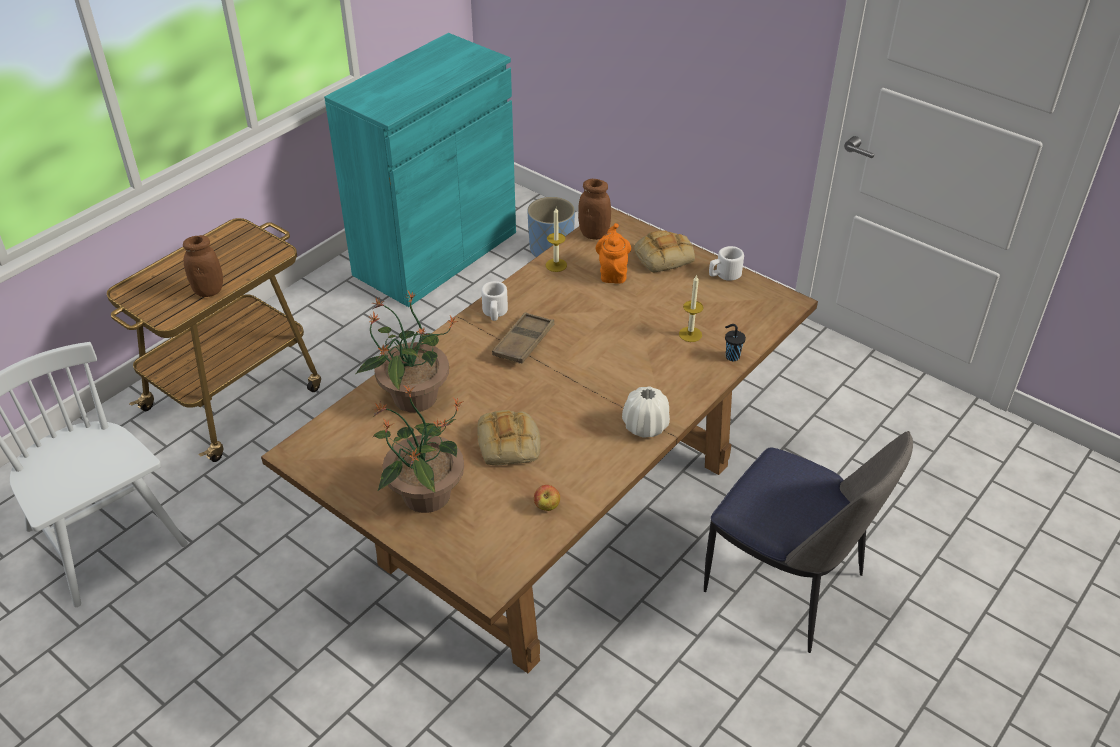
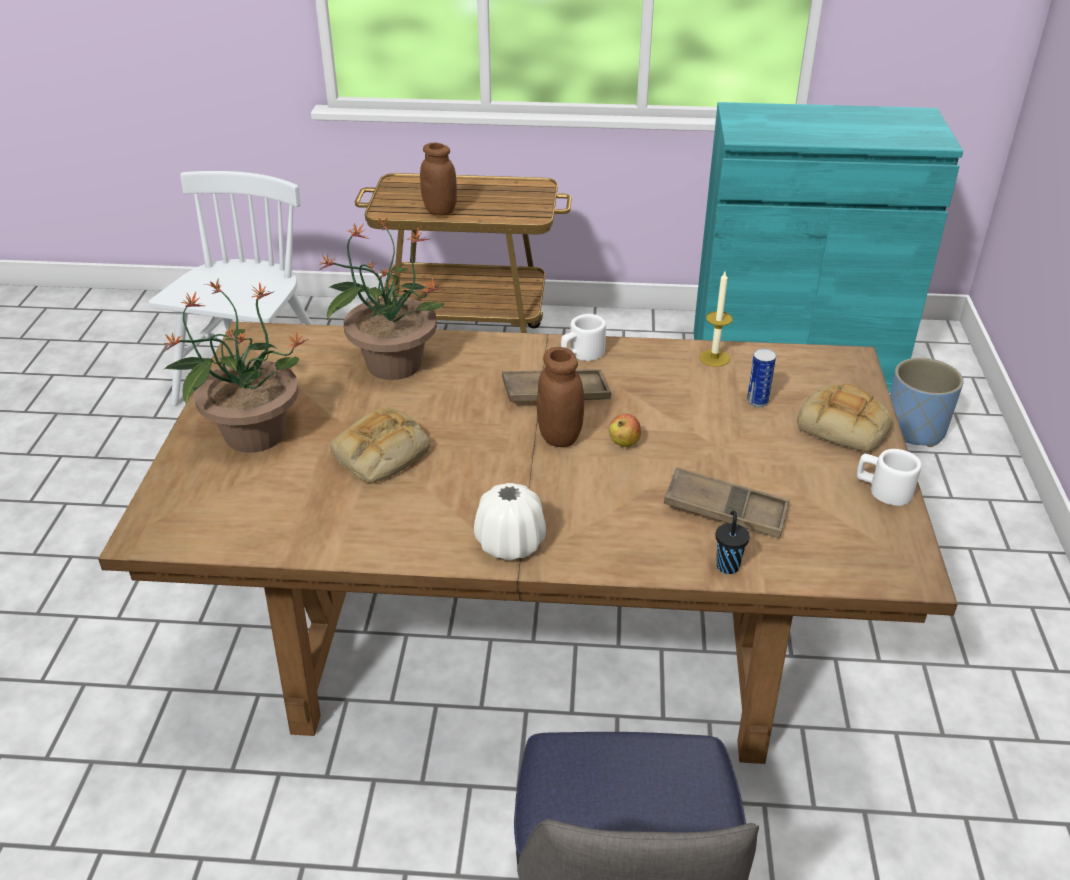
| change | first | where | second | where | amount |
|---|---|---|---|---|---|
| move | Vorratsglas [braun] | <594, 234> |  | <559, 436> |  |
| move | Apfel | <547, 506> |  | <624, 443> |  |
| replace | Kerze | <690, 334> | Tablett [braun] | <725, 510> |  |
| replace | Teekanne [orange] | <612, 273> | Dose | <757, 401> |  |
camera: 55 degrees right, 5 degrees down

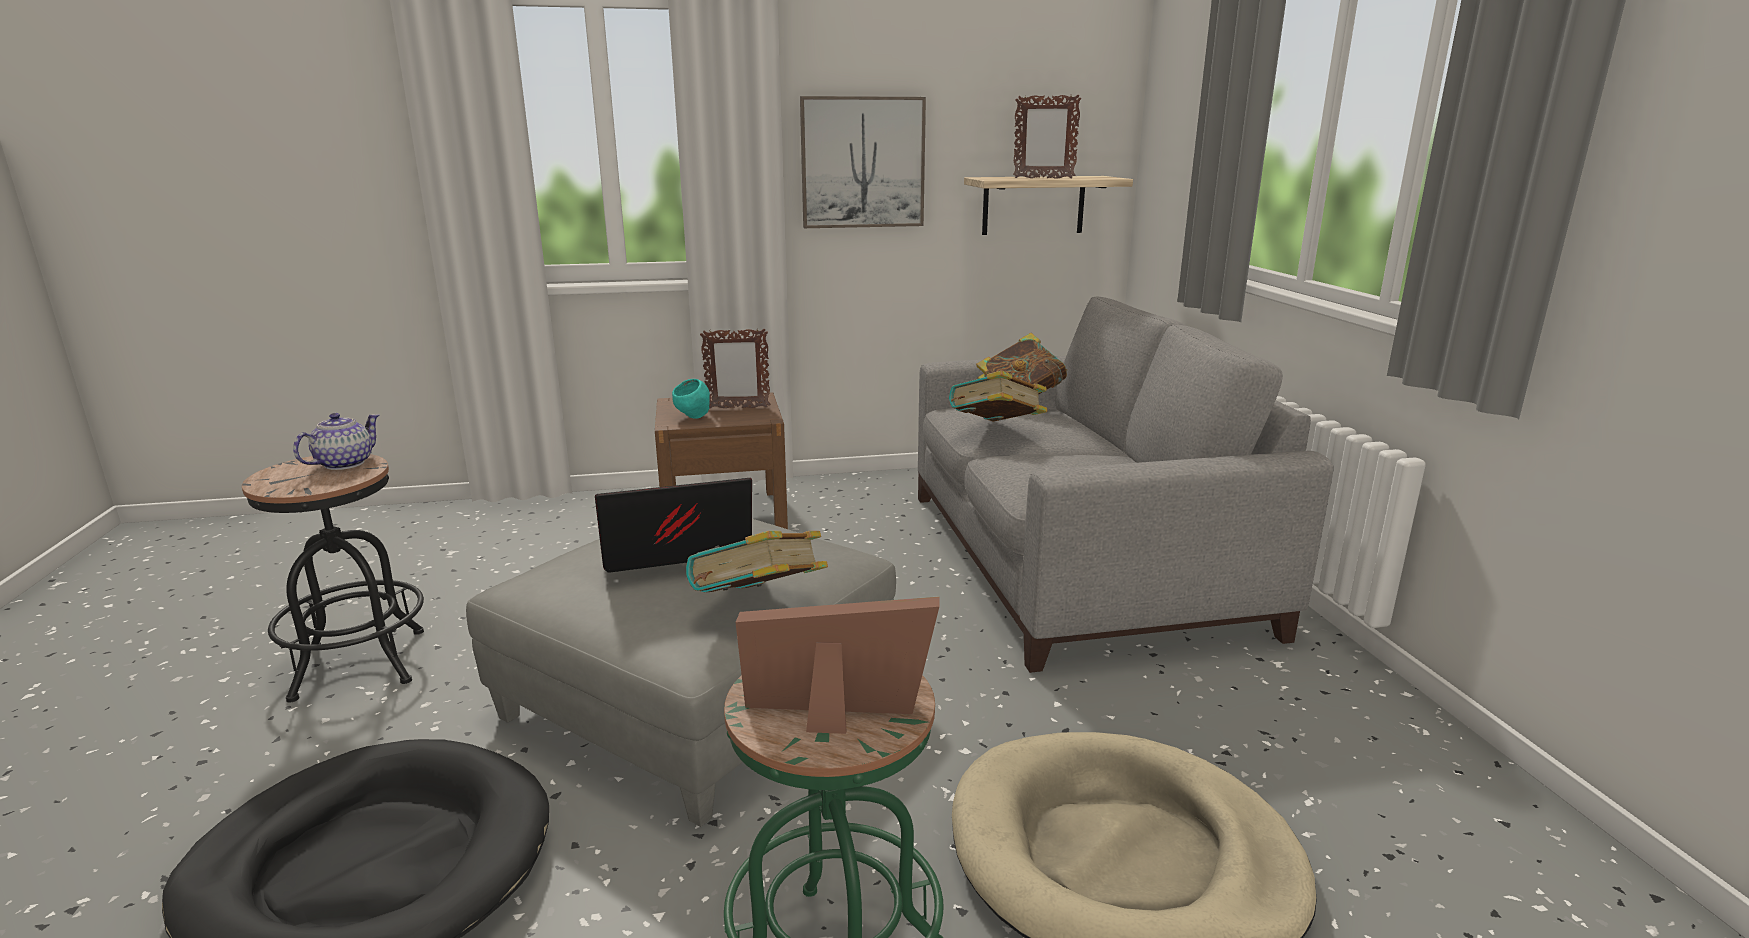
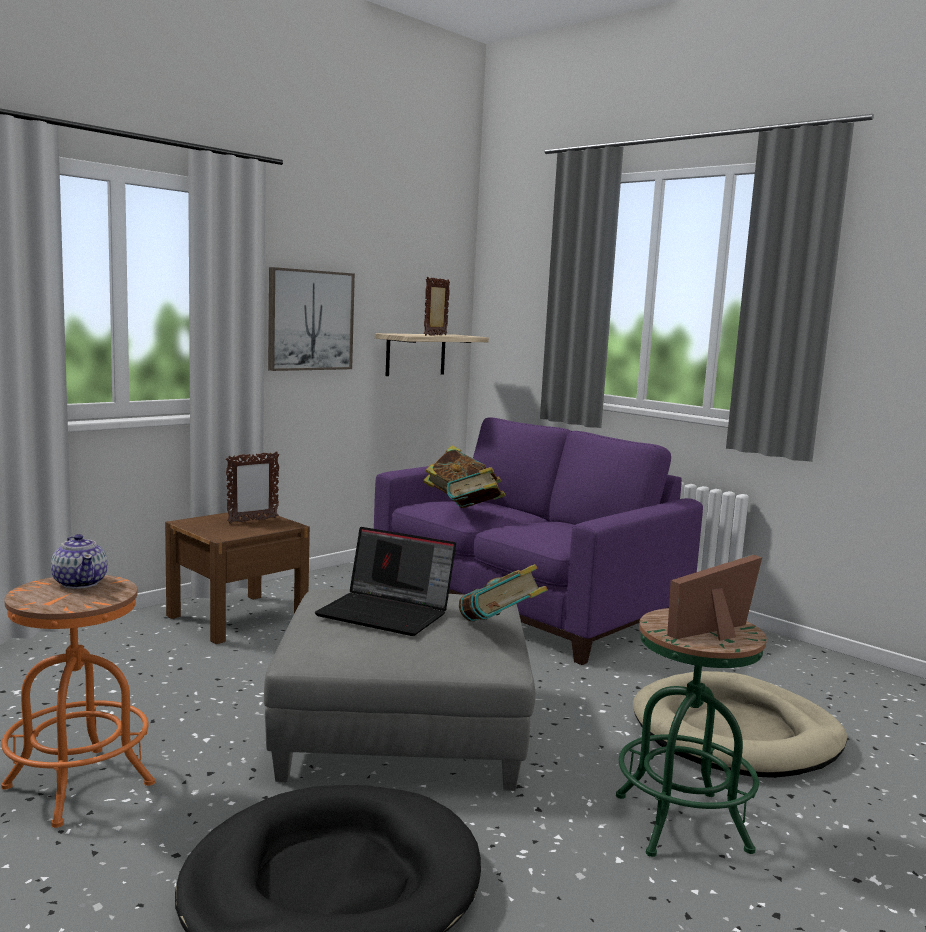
| change | first | where | second | where | amount |
|---|---|---|---|---|---|
| recolor | Hocker [schwarz] | <360, 664> | Hocker [orange] | <79, 786> |  |
| rotate | Teekanne | <343, 464> |  | <80, 583> | 150 degrees clockwise |
| rotate | Laptop | <674, 553> |  | <387, 613> | 105 degrees counterclockwise |
| recolor | Sofa [grau] | <1074, 559> | Sofa [lila] | <524, 601> |  |
| rotate | Bilderrahmen | <1043, 178> |  | <436, 335> | 150 degrees clockwise |
| delete | Schüssel [türkis] | <693, 417> |  |  |  |
camera: 35 degrees left, 10 degrees down

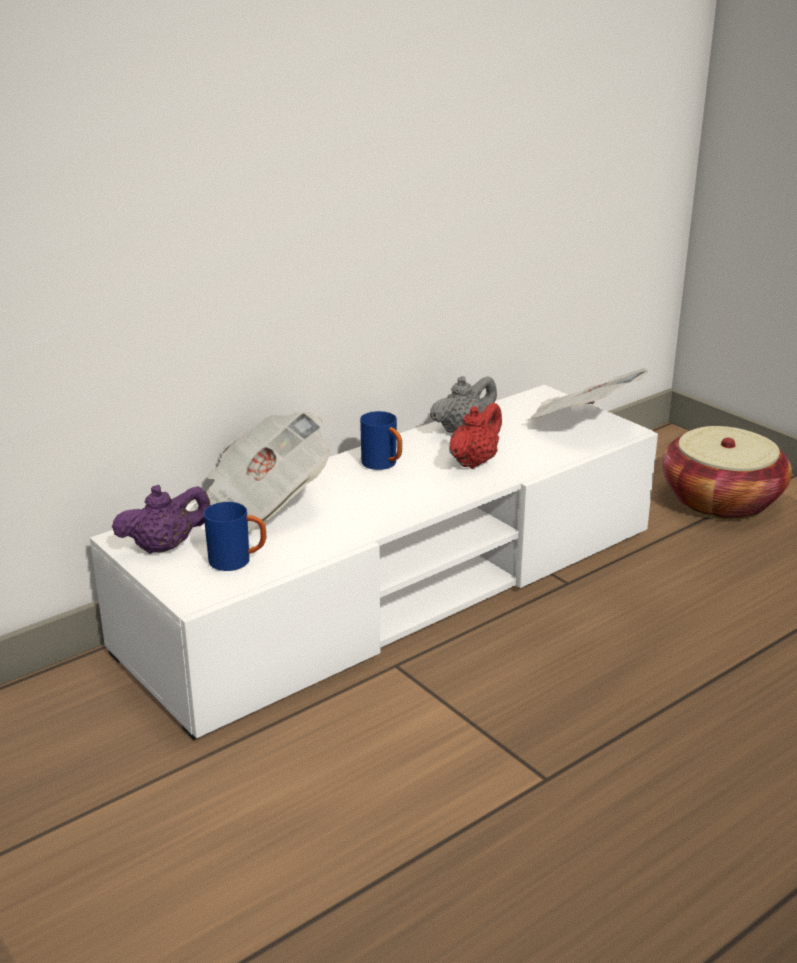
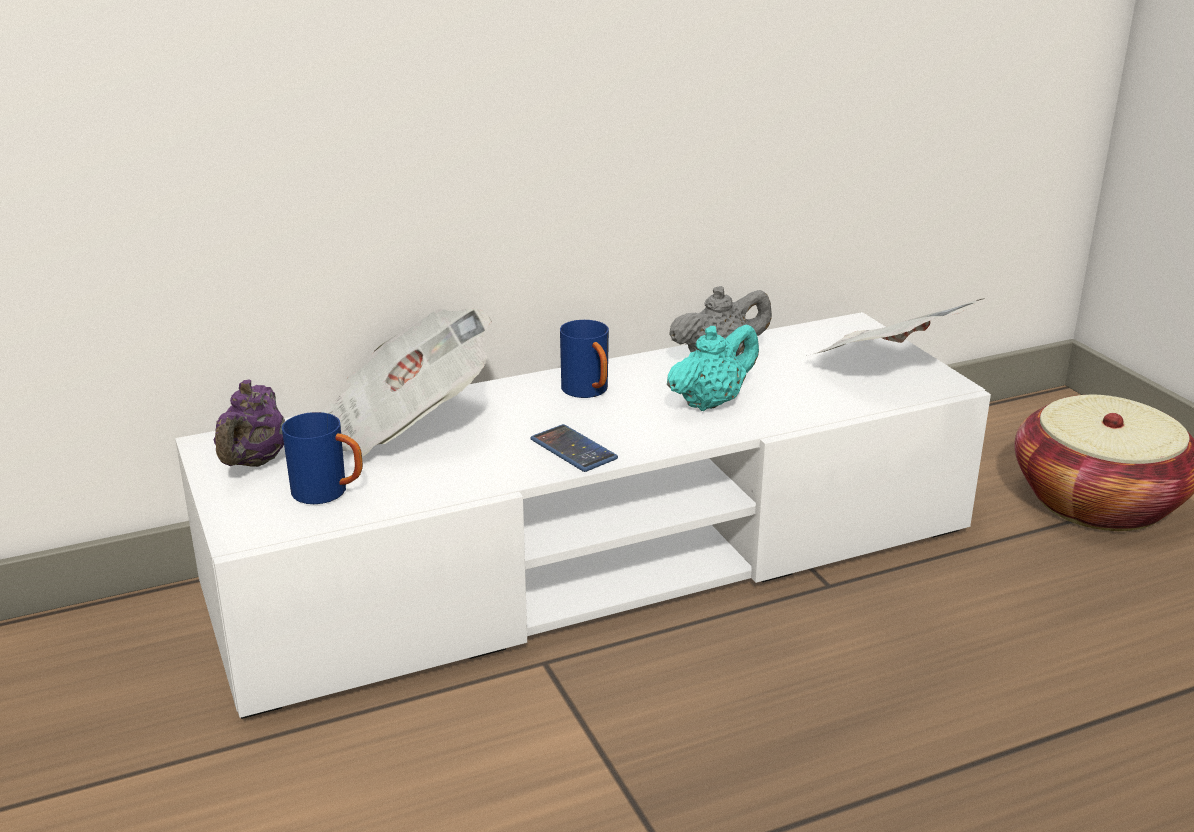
| change | first | where | second | where | amount |
|---|---|---|---|---|---|
| rotate | Teekanne [lila] | <165, 547> |  | <253, 462> | 105 degrees clockwise |
| insert |  |  | Handy | <573, 449> |  |
| recolor | Teekanne [rot] | <474, 462> | Teekanne [türkis] | <710, 402> |  |
camera: 15 degrees right, 0 degrees up

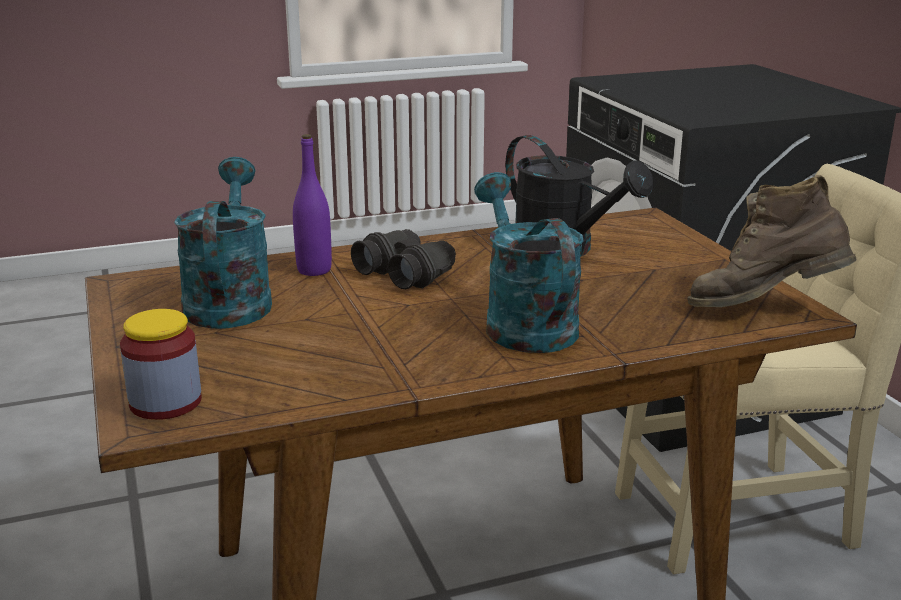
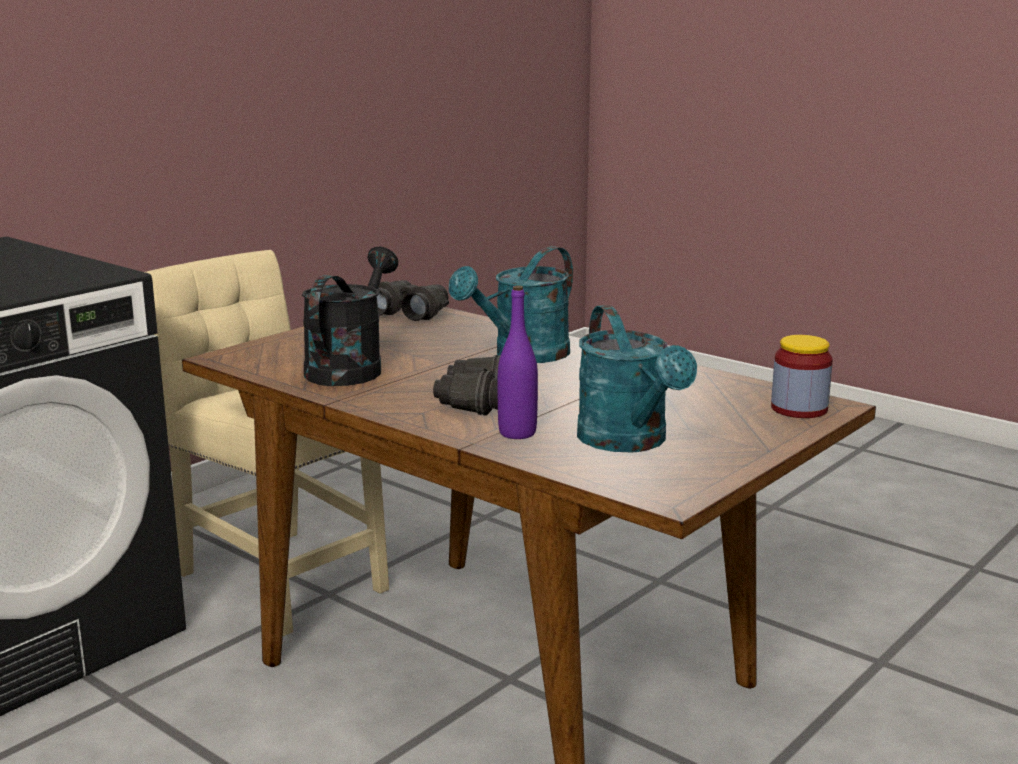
| change | first | where | second | where | amount |
|---|---|---|---|---|---|
| replace | Stiefel [braun] | <764, 308> | Fernglas [schwarz] | <409, 313> |  |
| rotate | Gießkanne [türkis] | <229, 300> |  | <629, 442> | 75 degrees counterclockwise |
camera: 120 degrees left, 5 degrees down

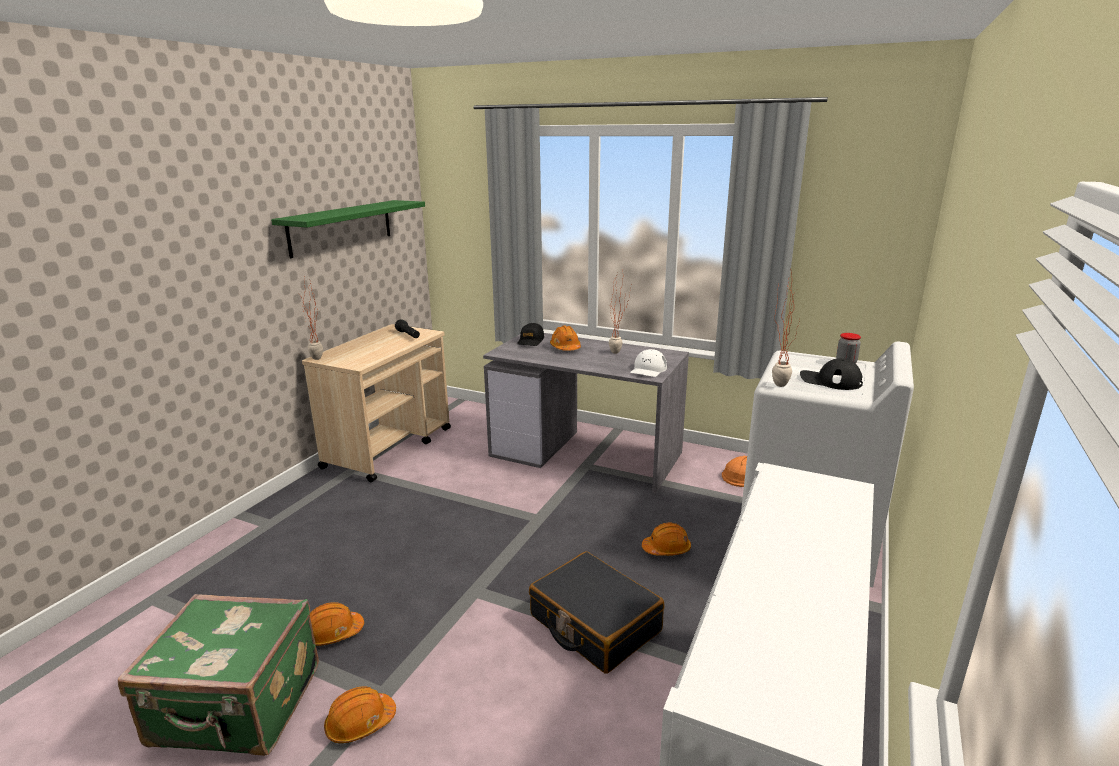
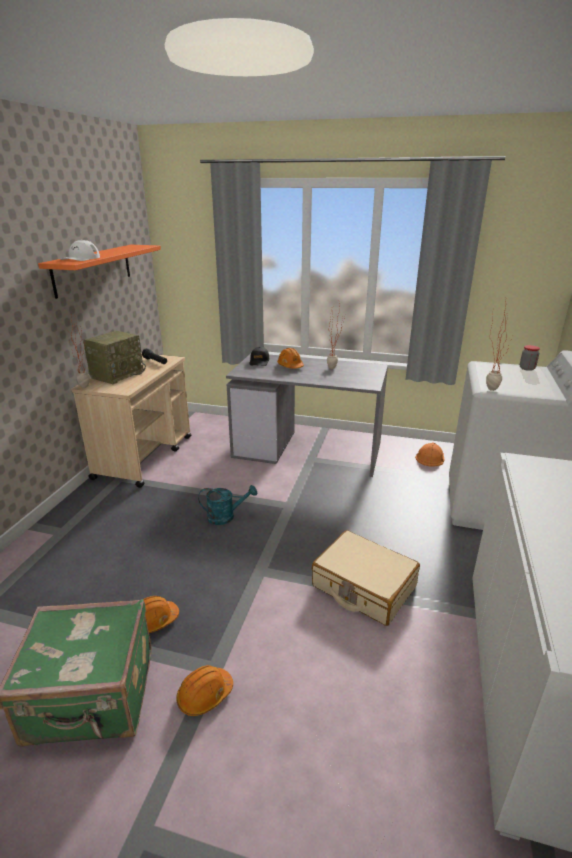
| change | first | where | second | where | amount |
|---|---|---|---|---|---|
| recolor | Wandregal [grün] | <341, 227> | Wandregal [orange] | <93, 269> |  |
| move | Kappe [weiß] | <648, 370> |  | <81, 258> |  |
| insert |  |  | Radio | <117, 374> |  |
| insert |  |  | Gießkanne [türkis] | <226, 516> |  |
| recolor | Koffer [schwarz] | <594, 624> | Koffer [beige] | <363, 586> |  |
| delete | Schutzhelm [orange] | <666, 549> |  |  |  |
| delete | Kappe [schwarz] | <830, 381> |  |  |  |
camera: 10 degrees left, 5 degrees up

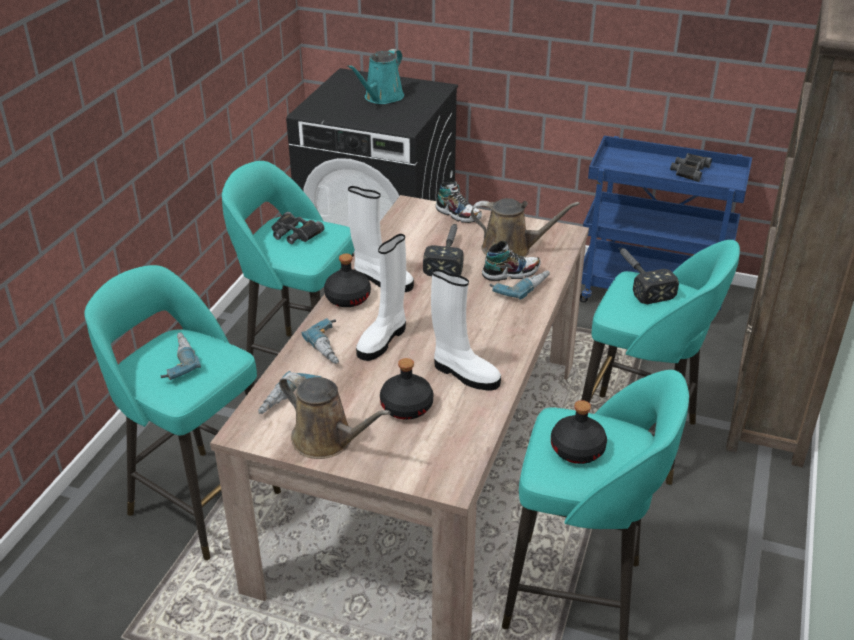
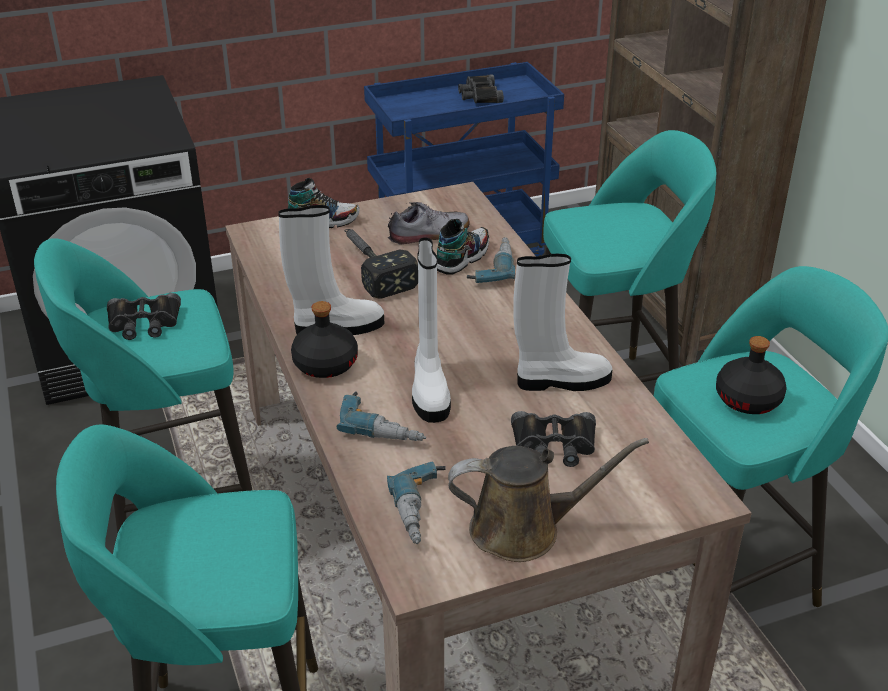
| change | first | where | second | where | amount |
|---|---|---|---|---|---|
| replace | Gießkanne [braun] | <511, 249> | Schuh | <429, 234> |  |
| replace | Flasche [schwarz] | <407, 407> | Fernglas [schwarz] | <554, 445> |  |
| delete | Bohrmaschine | <175, 361> |  |  |  |
| delete | Gießkanne [türkis] | <381, 98> |  |  |  |
| delete | Hammer | <638, 279> |  |  |  |
camera: 40 degrees left, 0 degrees up

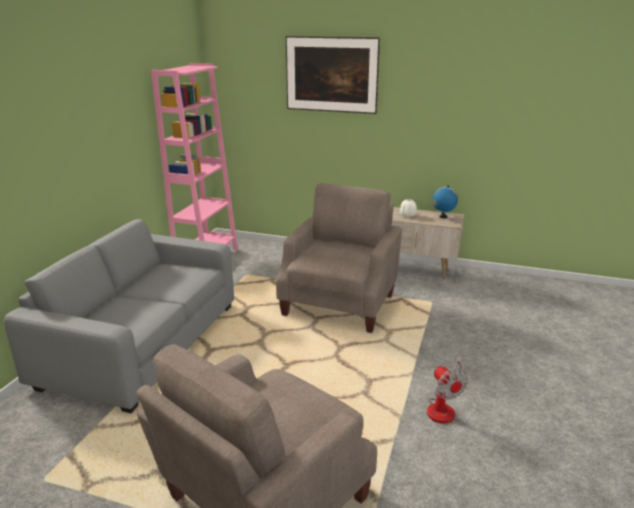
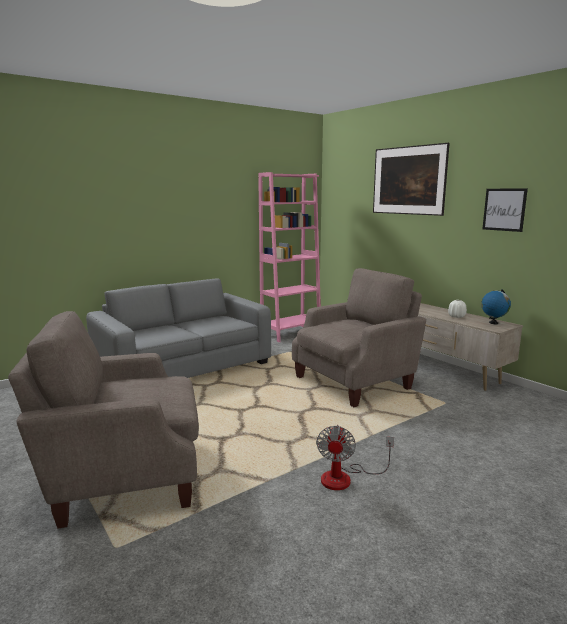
| change | first | where | second | where | amount |
|---|---|---|---|---|---|
| insert |  |  | Bild | <504, 209> |  |
camera: 35 degrees right, 10 degrees down

